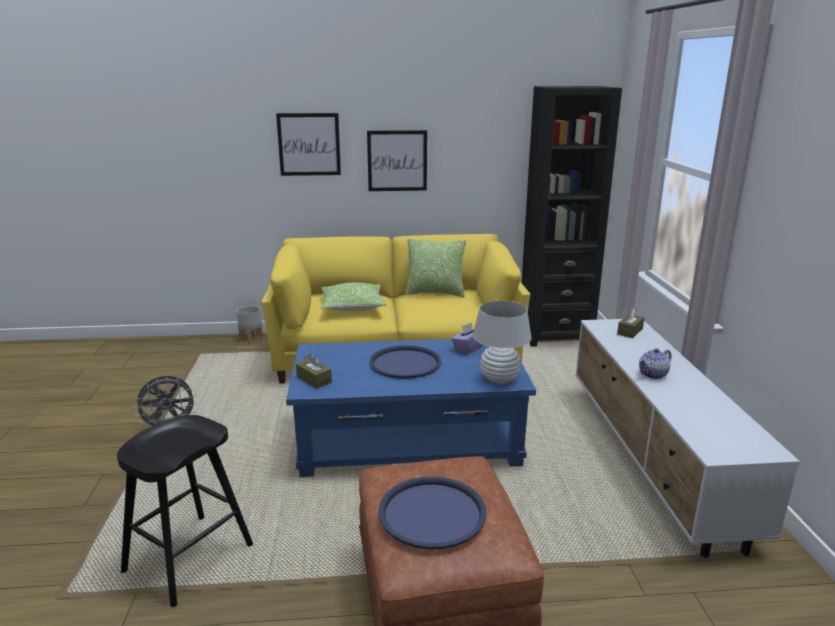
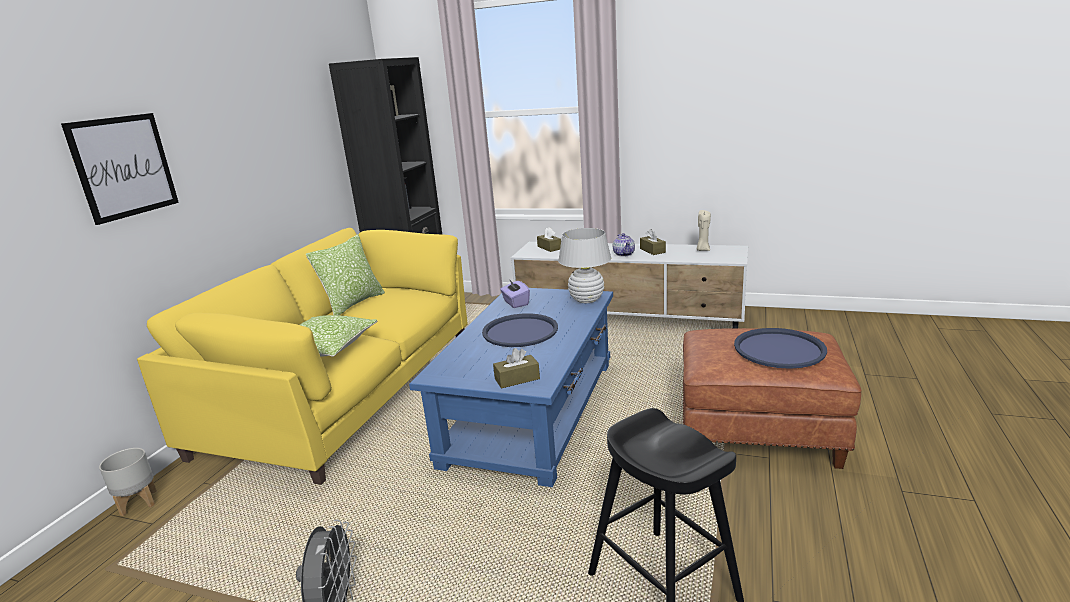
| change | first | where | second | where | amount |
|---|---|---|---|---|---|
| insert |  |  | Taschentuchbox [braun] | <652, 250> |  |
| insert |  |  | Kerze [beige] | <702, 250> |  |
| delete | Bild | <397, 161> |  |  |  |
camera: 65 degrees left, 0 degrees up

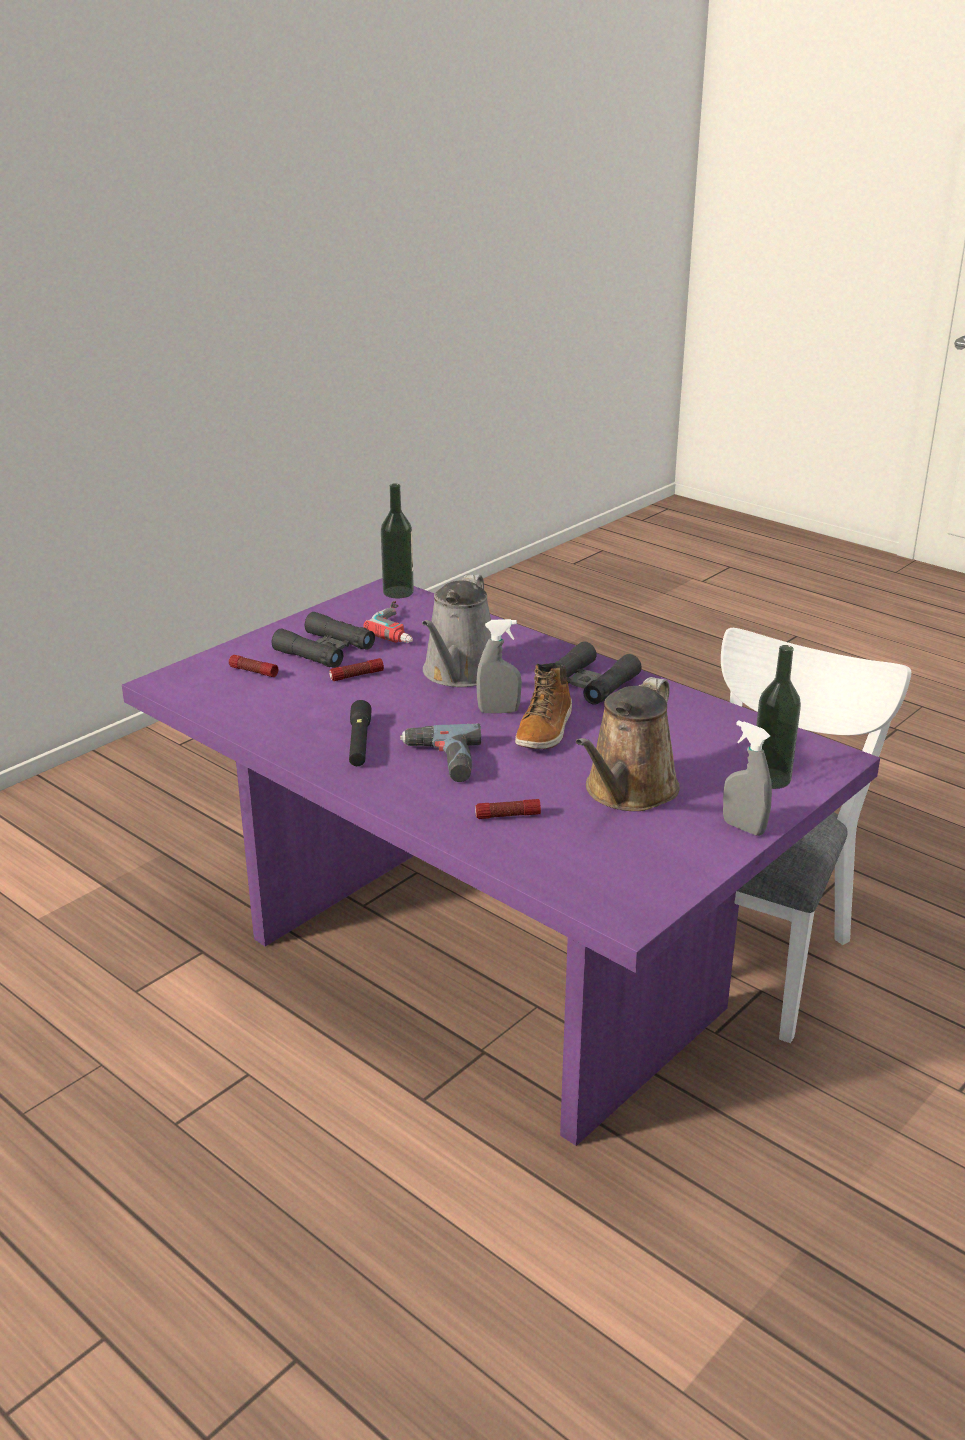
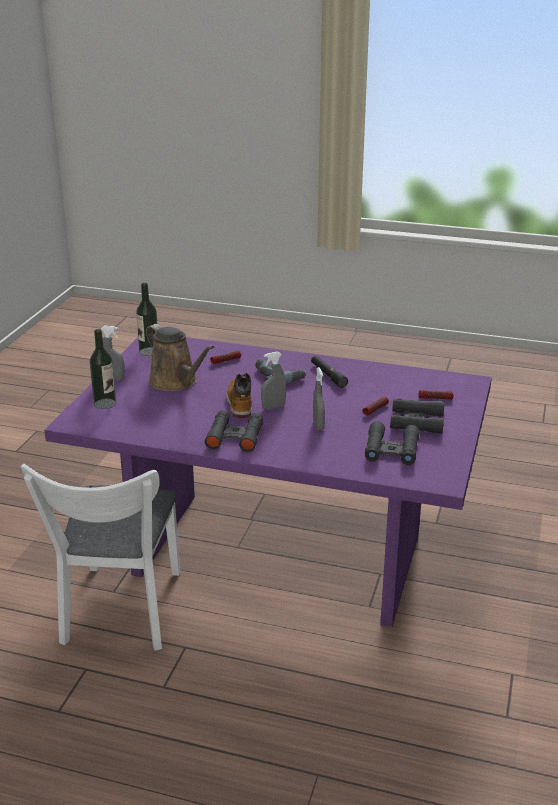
| change | first | where | second | where | amount |
|---|---|---|---|---|---|
| move | Flasche | <398, 592> |  | <149, 351> |  |
| rotate | Gießkanne [braun] | <627, 792> |  | <176, 382> | 135 degrees clockwise |
| replace | Gießkanne [grau] | <459, 673> | Sprühflasche [grau] | <318, 425> |  |
| replace | Bohrmaschine | <401, 627> | Fernglas [schwarz] | <391, 450> |  |
camera: 155 degrees right, 0 degrees up

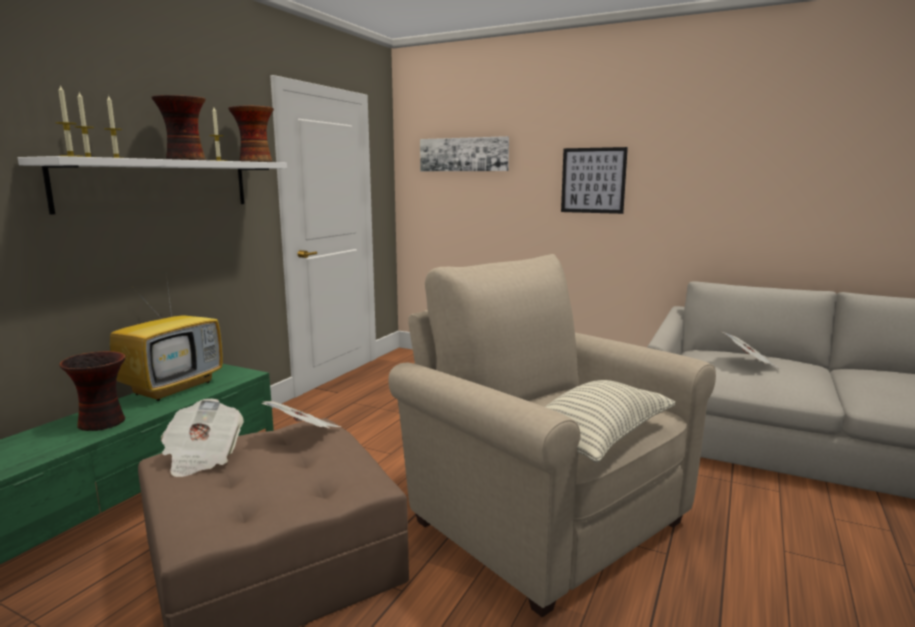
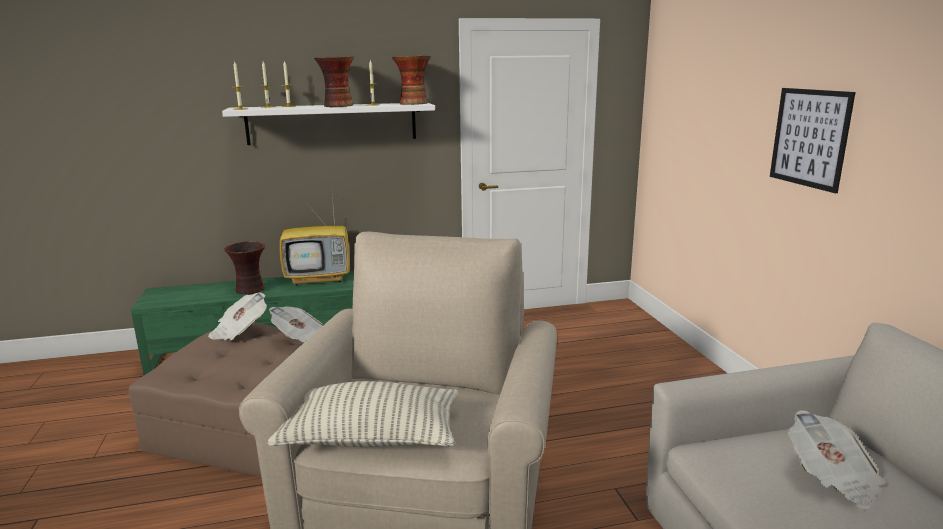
| change | first | where | second | where | amount |
|---|---|---|---|---|---|
| delete | Bild | <464, 154> |  |  |  |
camera: 50 degrees right, 5 degrees up

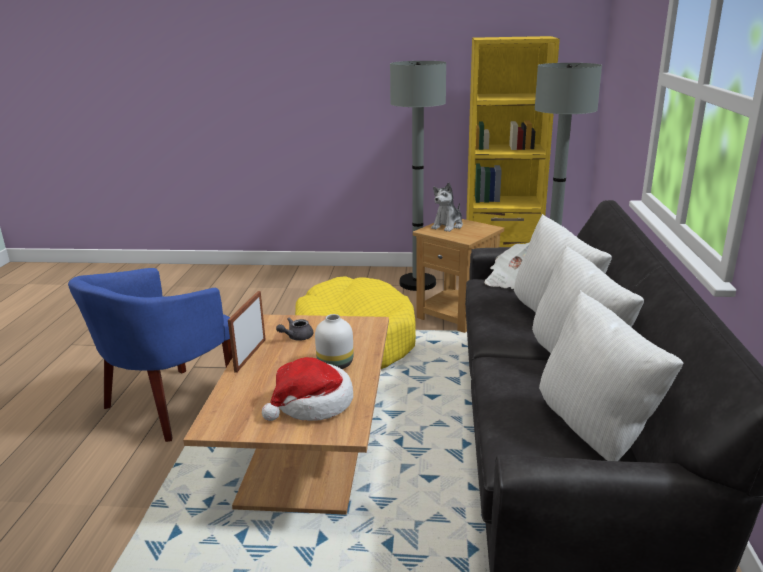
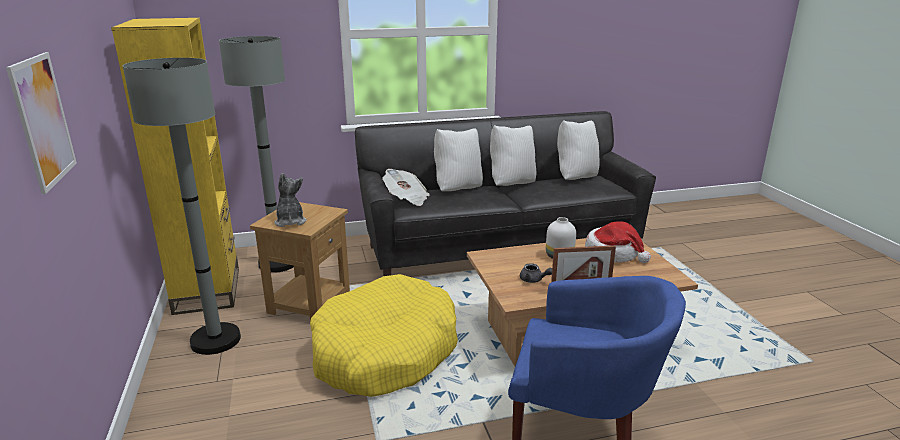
| change | first | where | second | where | amount |
|---|---|---|---|---|---|
| insert |  |  | Bild | <43, 120> |  |
| rotate | Plüschtier | <448, 226> |  | <290, 221> | 120 degrees counterclockwise |
camera: 110 degrees left, 0 degrees up

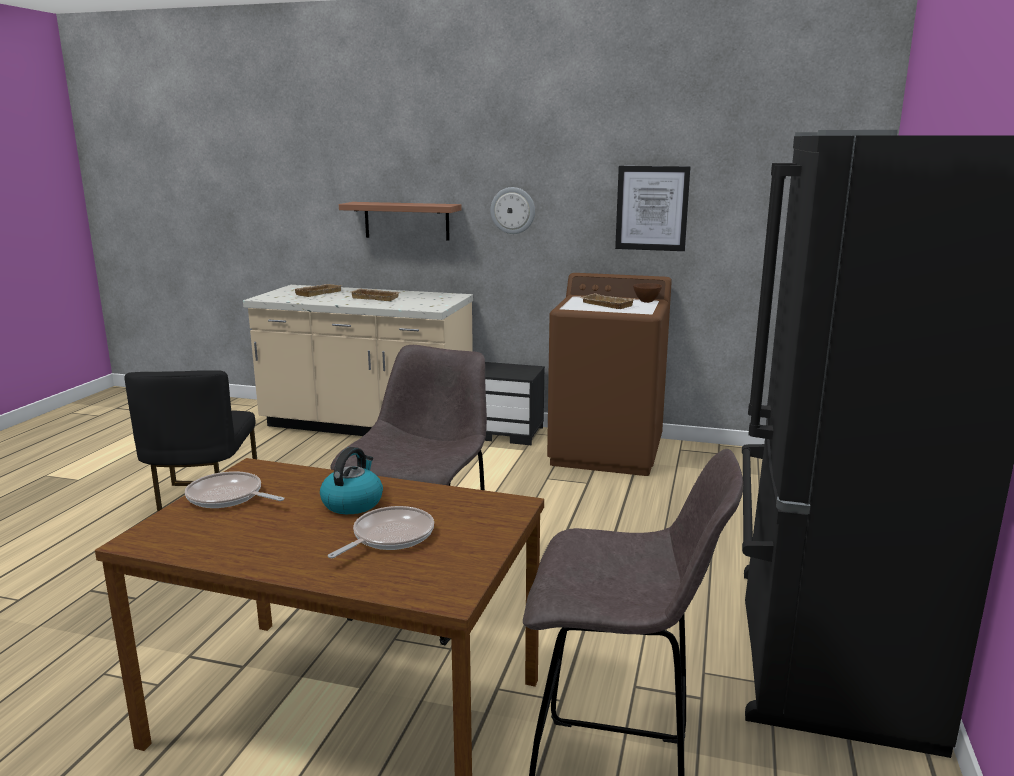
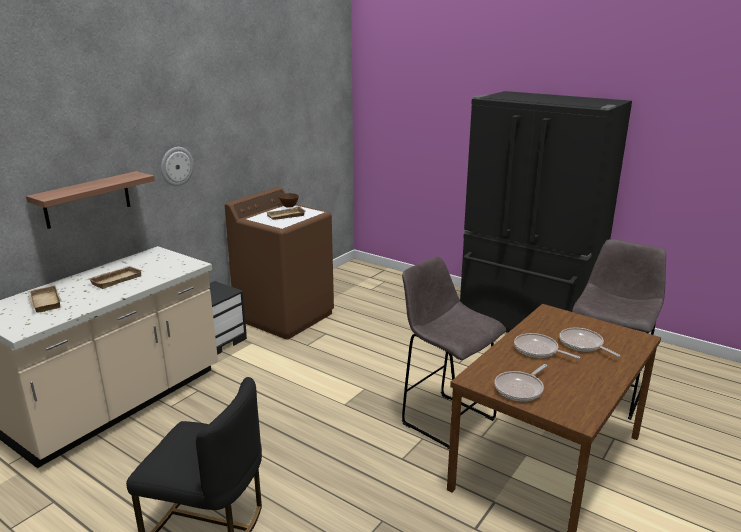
| change | first | where | second | where | amount |
|---|---|---|---|---|---|
| replace | Wasserkessel | <352, 503> | Pfanne | <538, 350> |  |
| delete | Bild | <652, 208> |  |  |  |
camera: 70 degrees left, 5 degrees up

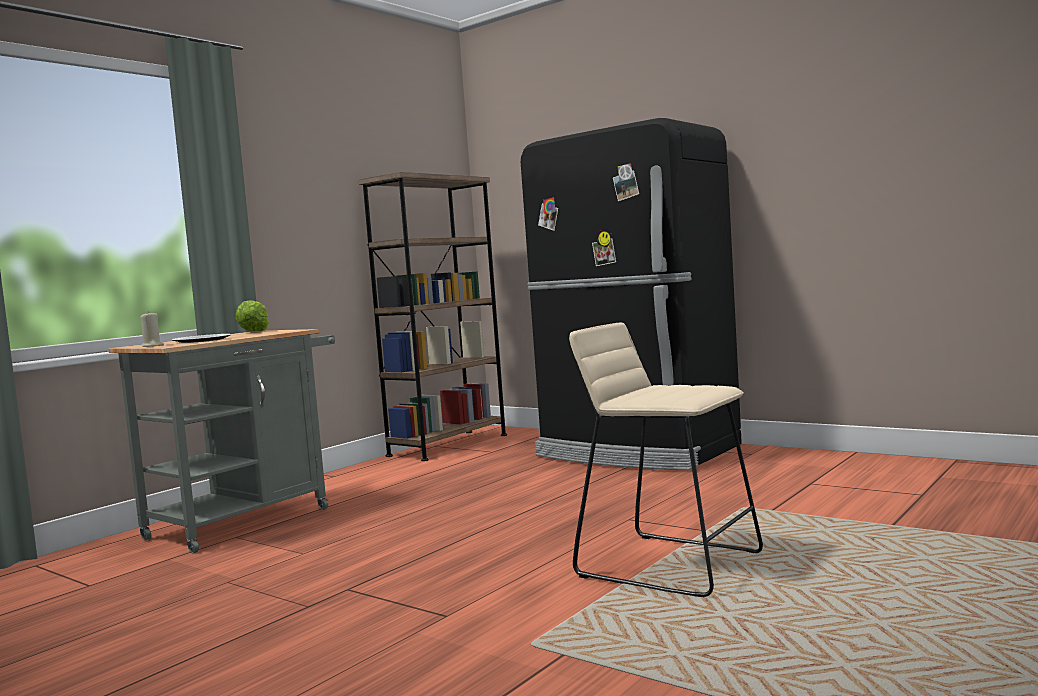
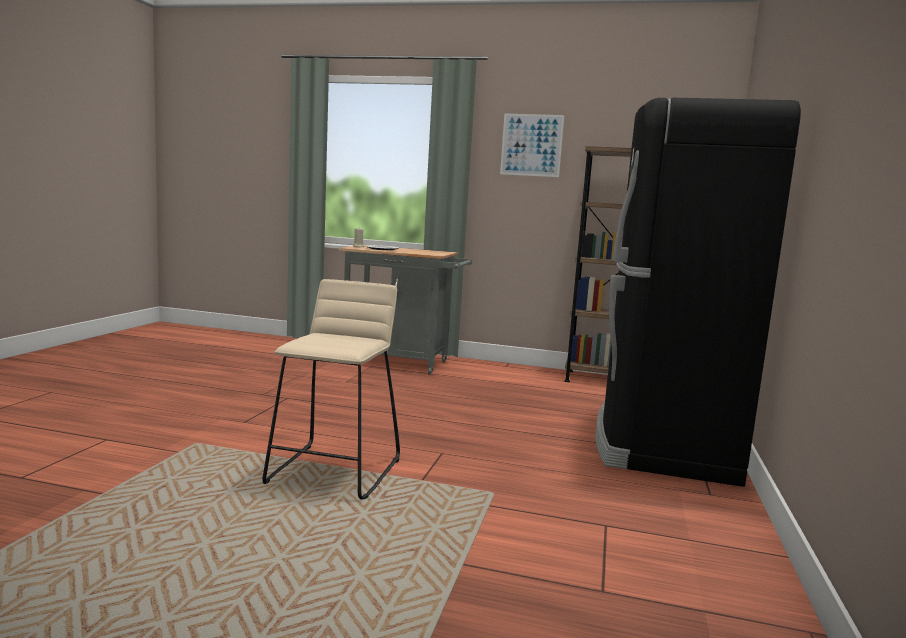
| change | first | where | second | where | amount |
|---|---|---|---|---|---|
| insert |  |  | Bild | <531, 145> |  |
| delete | Salatkopf | <254, 332> |  |  |  |
camera: 65 degrees right, 5 degrees up

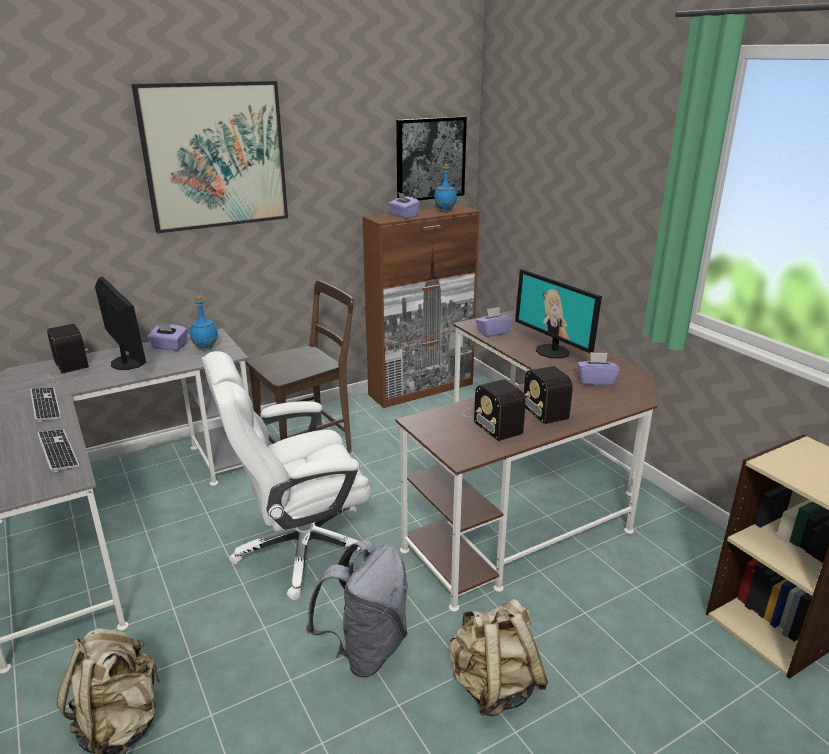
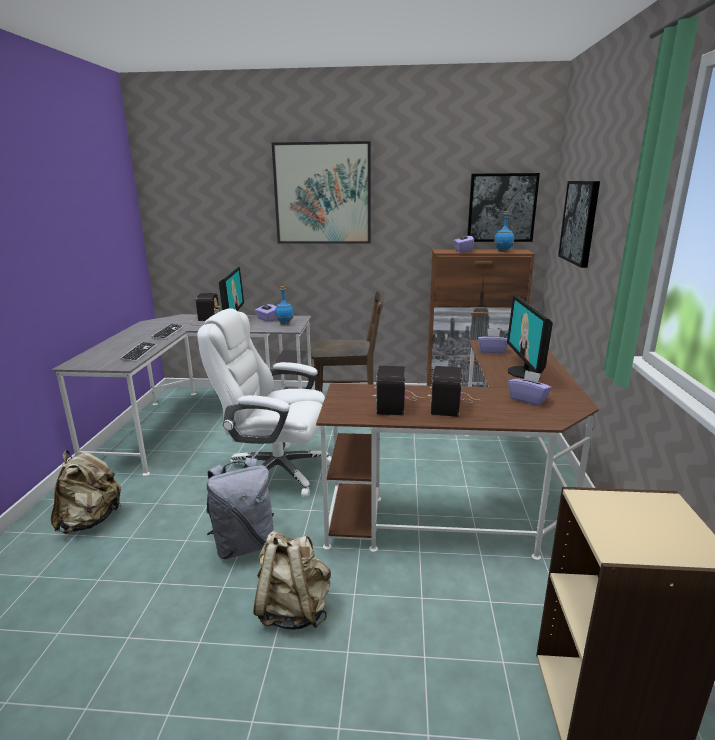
| change | first | where | second | where | amount |
|---|---|---|---|---|---|
| insert |  |  | Bild | <580, 222> |  |
camera: 35 degrees right, 5 degrees down

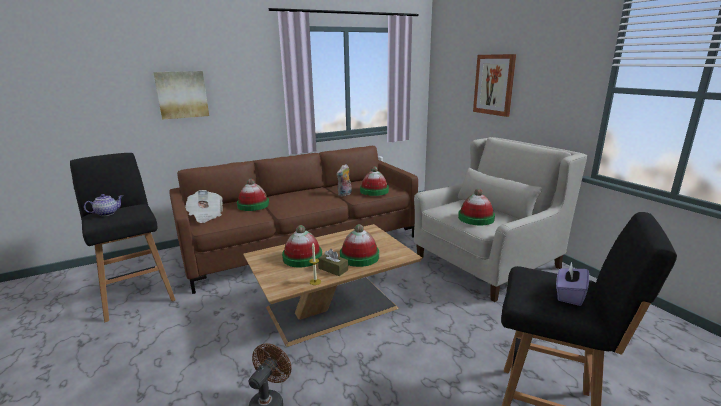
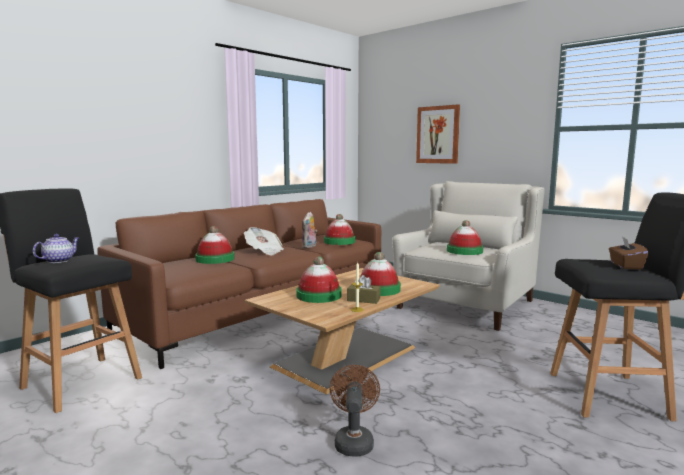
| change | first | where | second | where | amount |
|---|---|---|---|---|---|
| move | Zeitung | <205, 215> |  | <264, 251> |  |
| recolor | Taschentuchbox [lila] | <569, 295> | Taschentuchbox [braun] | <625, 266> |  |
| delete | Bild | <182, 94> |  |  |  |
camera: 20 degrees left, 10 degrees down

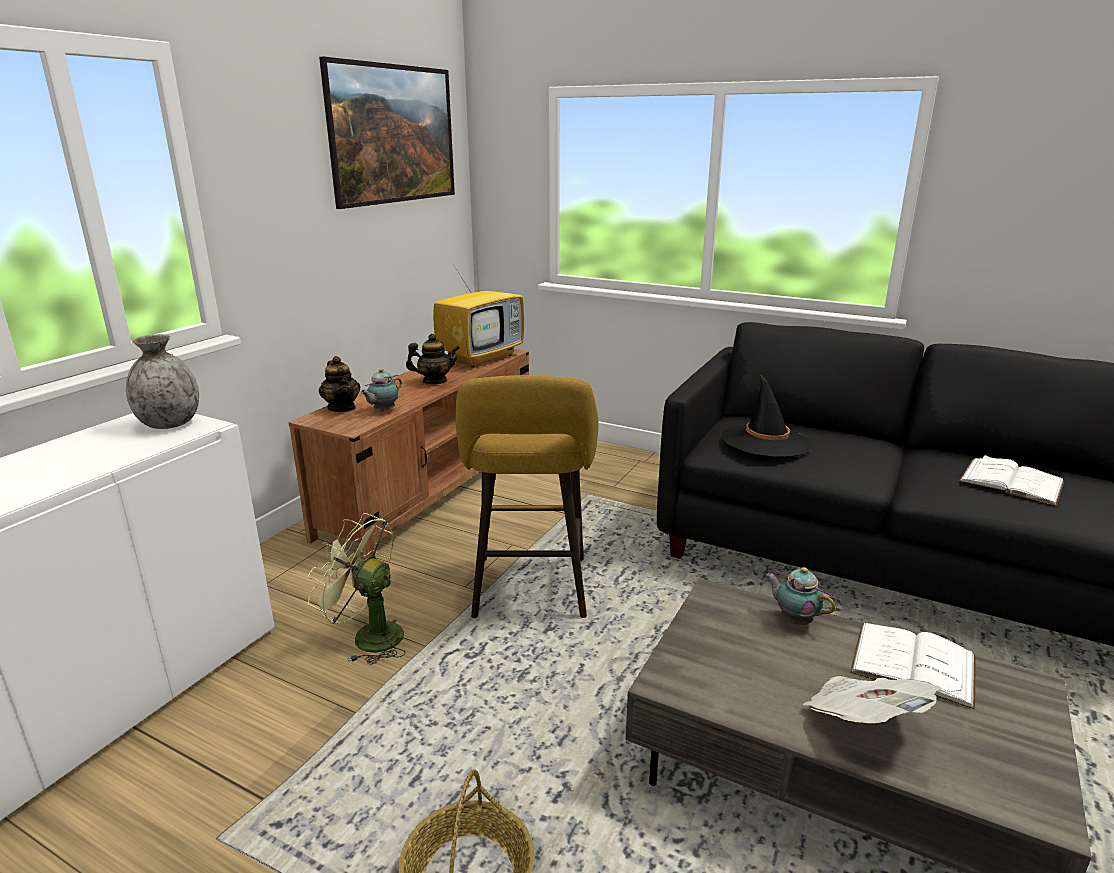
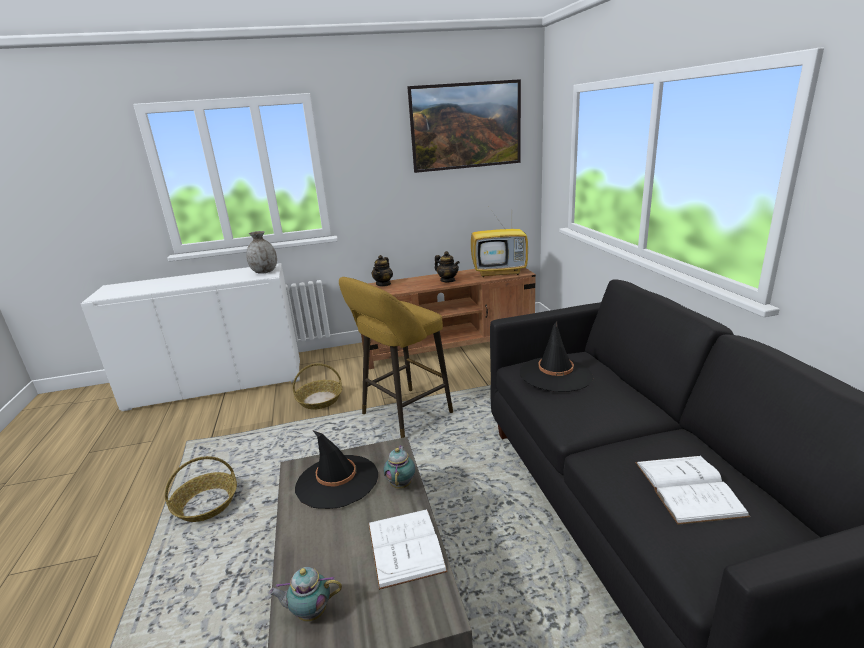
| change | first | where | second | where | amount |
|---|---|---|---|---|---|
| move | Teekanne | <383, 411> |  | <310, 612> |  |
| replace | Ventilator [grün] | <368, 636> | Korb | <319, 400> |  |
| insert |  |  | Hut [schwarz] | <337, 481> |  |
| delete | Zeitung | <863, 720> |  |  |  |
camera: 50 degrees right, 0 degrees up

